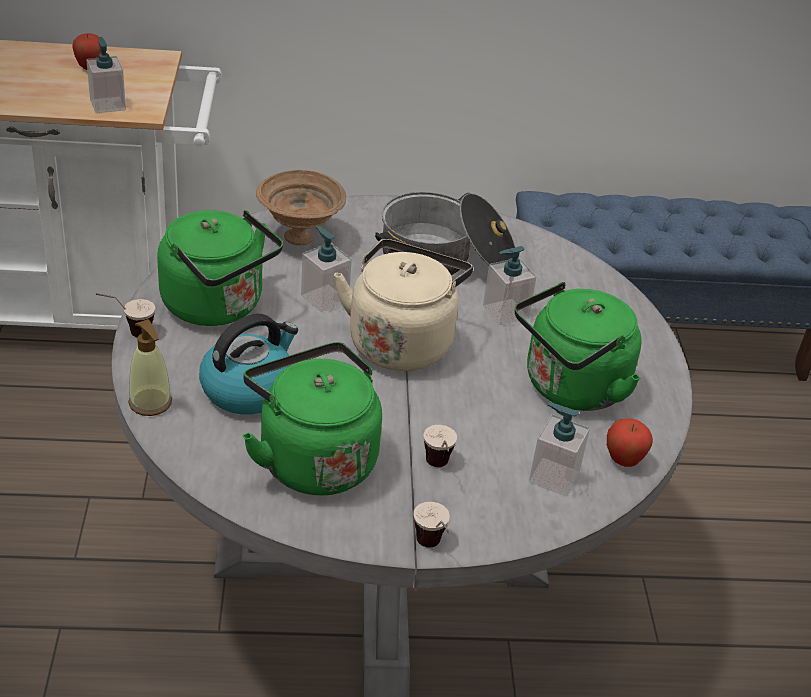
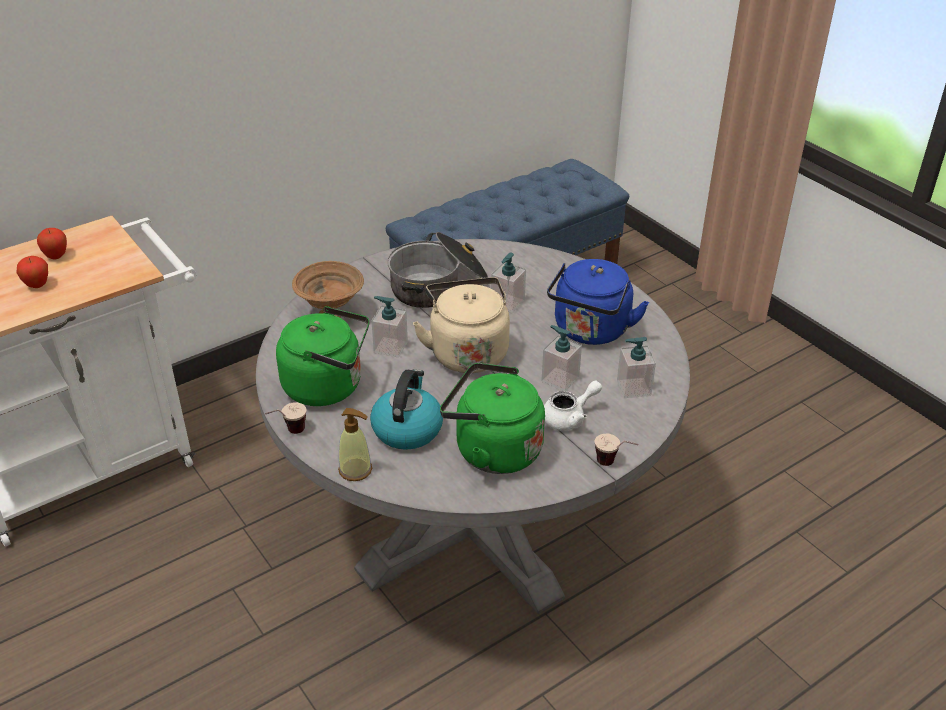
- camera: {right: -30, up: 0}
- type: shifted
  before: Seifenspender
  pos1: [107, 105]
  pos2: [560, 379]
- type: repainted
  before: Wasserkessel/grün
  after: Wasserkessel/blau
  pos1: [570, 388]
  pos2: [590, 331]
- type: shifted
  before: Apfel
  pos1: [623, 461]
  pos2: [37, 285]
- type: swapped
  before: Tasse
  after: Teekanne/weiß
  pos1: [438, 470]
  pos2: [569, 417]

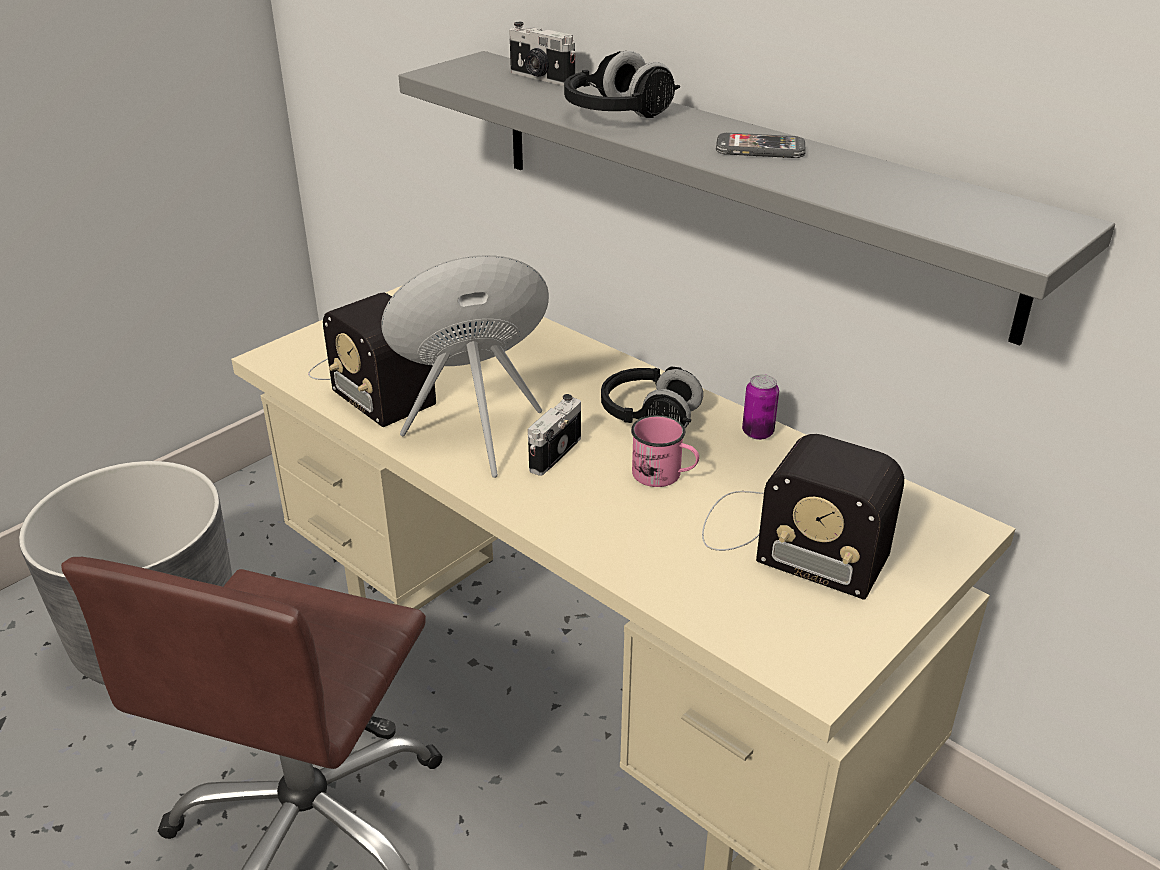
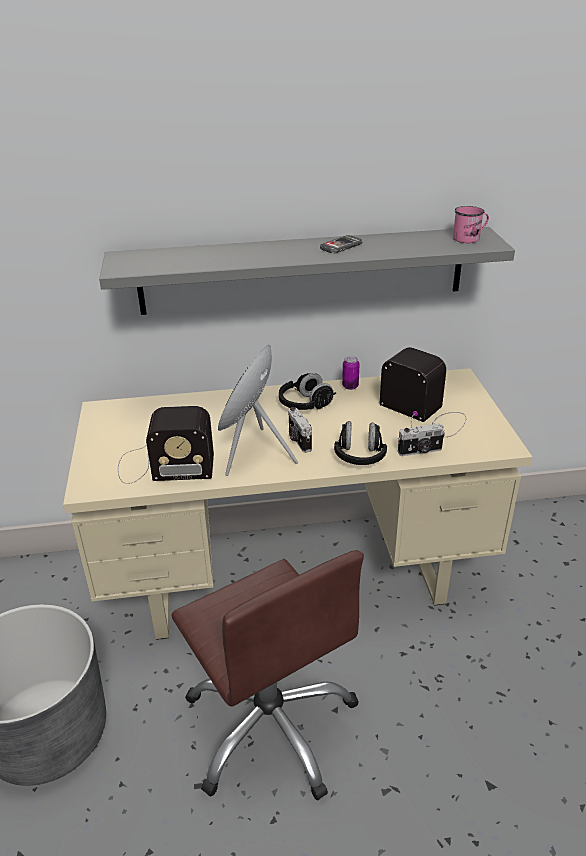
- camera: {right: -50, up: 0}
- type: shifted
  before: Kamera
  pos1: [540, 78]
  pos2: [420, 451]
- type: shifted
  before: Kopfhörer/schwarz
  pos1: [617, 115]
  pos2: [360, 456]
- type: shifted
  before: Henkelbecher/rosa
  pos1: [664, 475]
  pos2: [470, 238]
- type: rotated
  before: Radio
  pos1: [786, 539]
  pos2: [425, 414]
  turn: -120

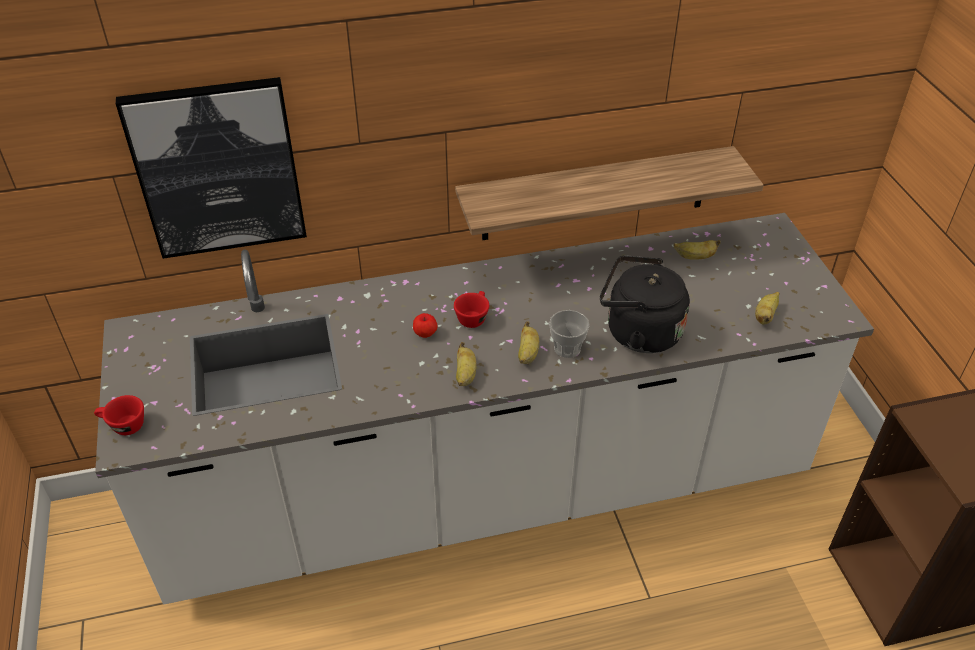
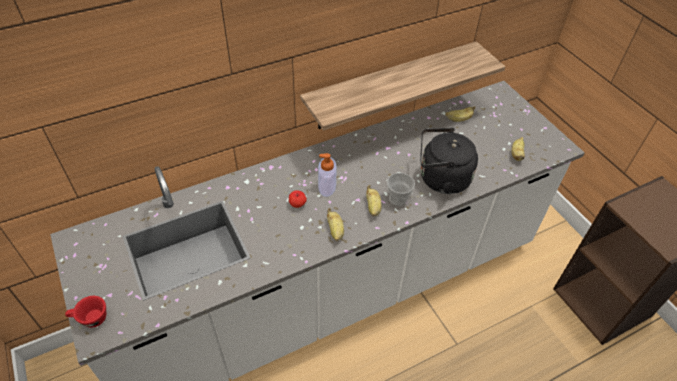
- camera: {right: -15, up: 5}
- type: gone
  before: Bild
  pos1: [218, 168]
- type: swapped
  before: Tasse/rot
  after: Seifenspender
  pos1: [473, 317]
  pos2: [327, 186]

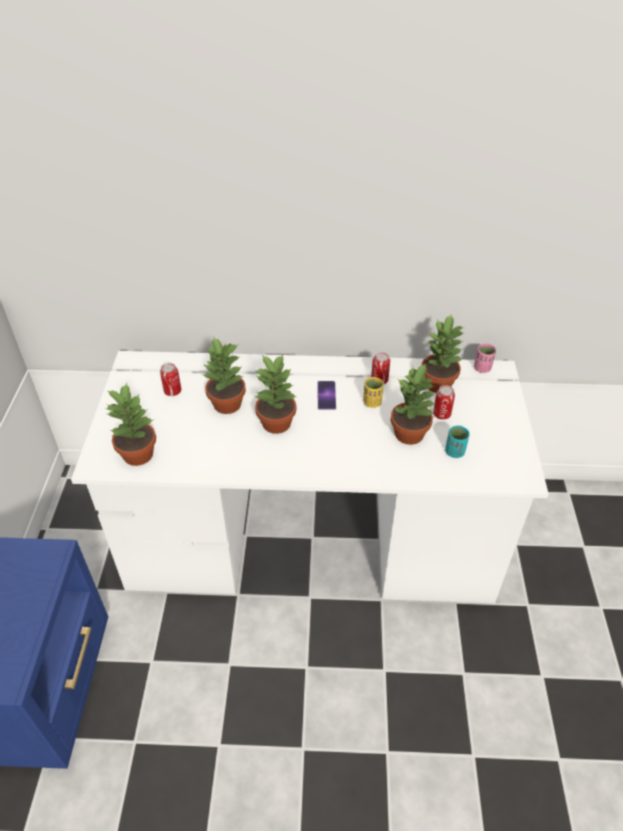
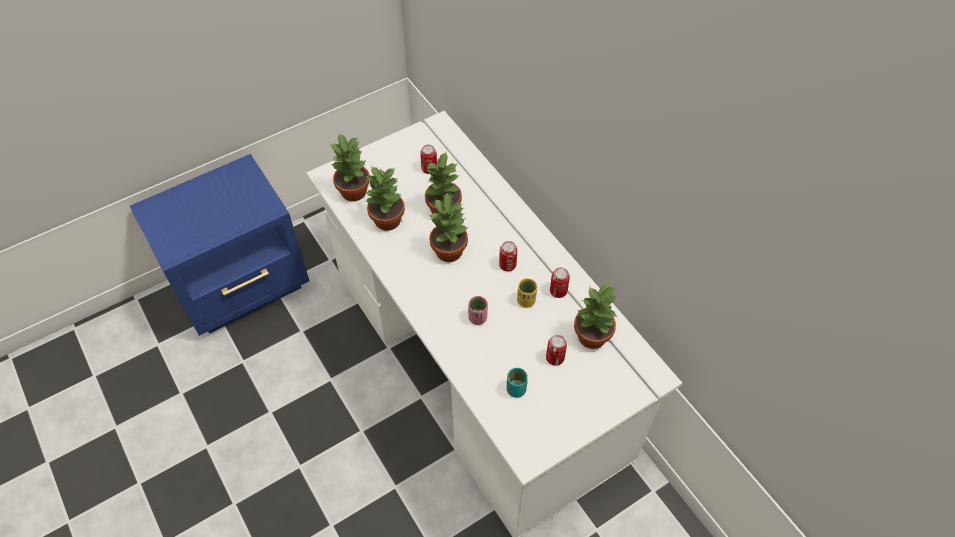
- camera: {right: 55, up: 10}
- type: shifted
  before: Tasse/rosa
  pos1: [482, 368]
  pos2: [477, 318]
- type: shifted
  before: Topfpflanze
  pos1: [410, 434]
  pos2: [388, 221]
- type: swapped
  before: Handy
  after: Dose
  pos1: [326, 395]
  pos2: [507, 265]

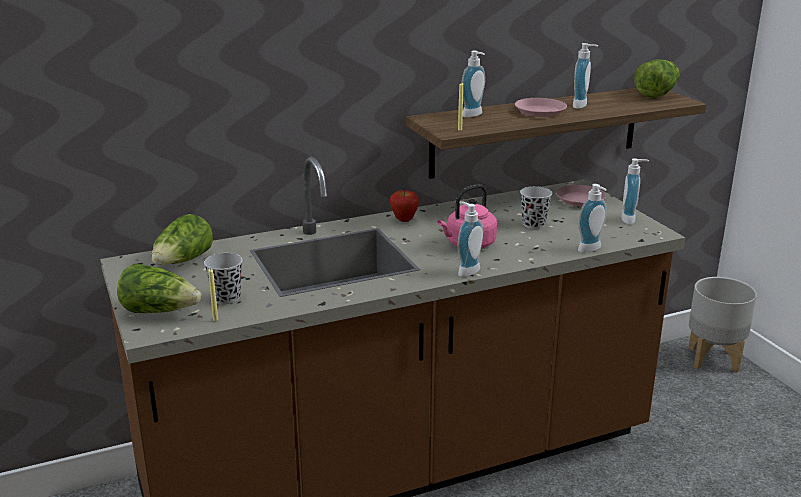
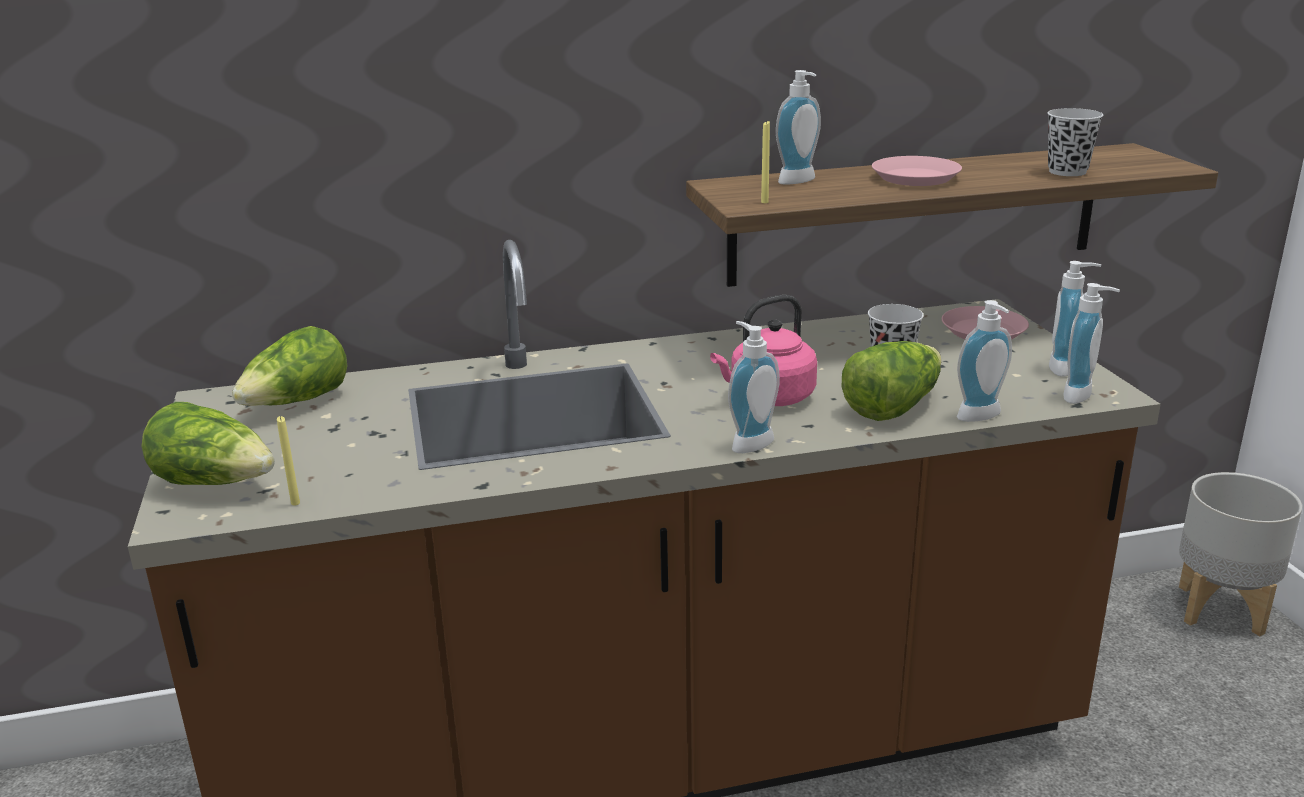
- camera: {right: 10, up: 0}
- type: shifted
  before: Seifenspender
  pos1: [582, 106]
  pos2: [1083, 396]
- type: shifted
  before: Salatkopf
  pos1: [656, 93]
  pos2: [892, 406]
- type: gone
  before: Apfel
  pos1: [404, 220]
- type: shifted
  before: Tasse/schwarz
  pos1: [226, 298]
  pos2: [1067, 172]

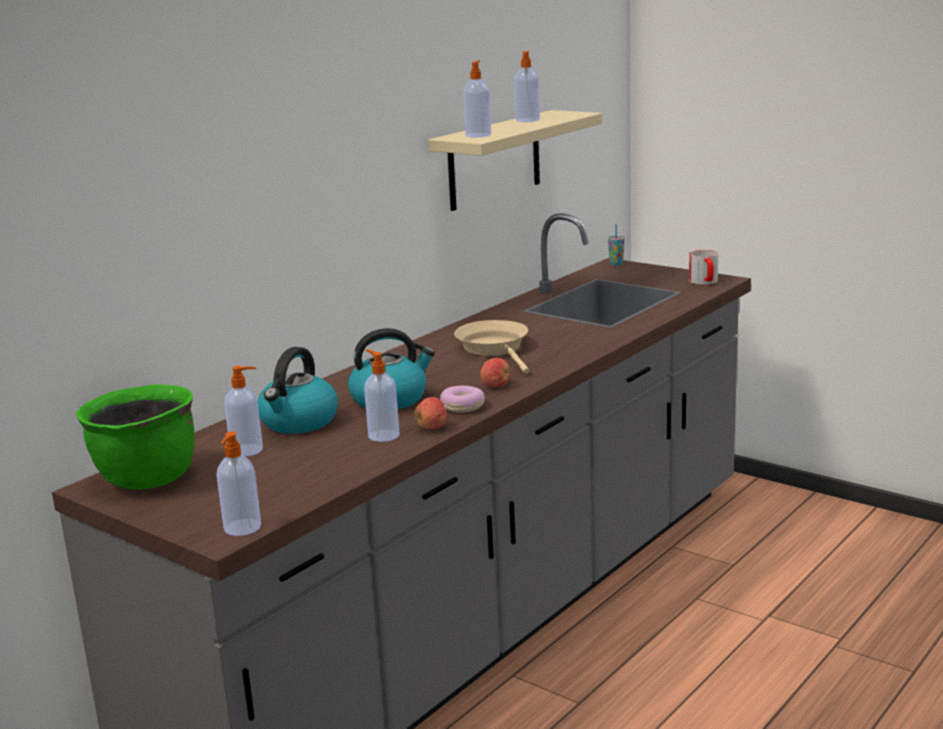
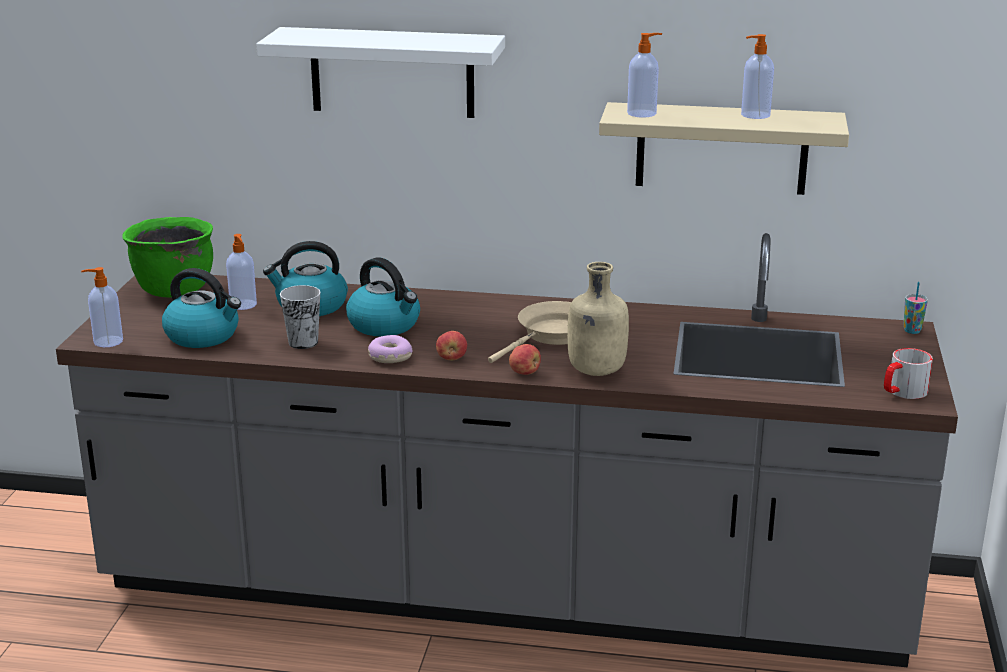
- camera: {right: 60, up: 5}
- type: swapped
  before: Seifenspender
  after: Tasse
  pos1: [383, 435]
  pos2: [303, 342]
- type: shifted
  before: Apfel
  pos1: [432, 428]
  pos2: [525, 372]
- type: new
  after: Wandregal/weiß
  pos2: [392, 72]
- type: new
  after: Flasche/beige
  pos2: [595, 371]
- type: new
  after: Wasserkessel
  pos2: [203, 336]

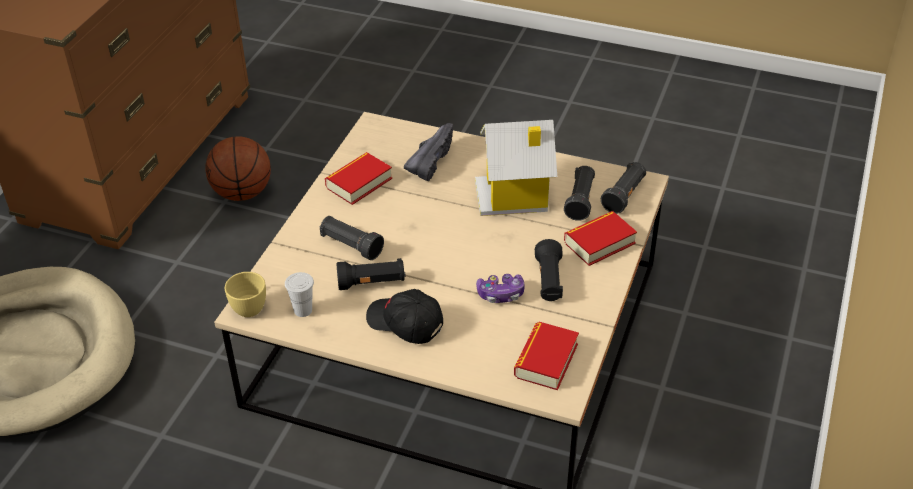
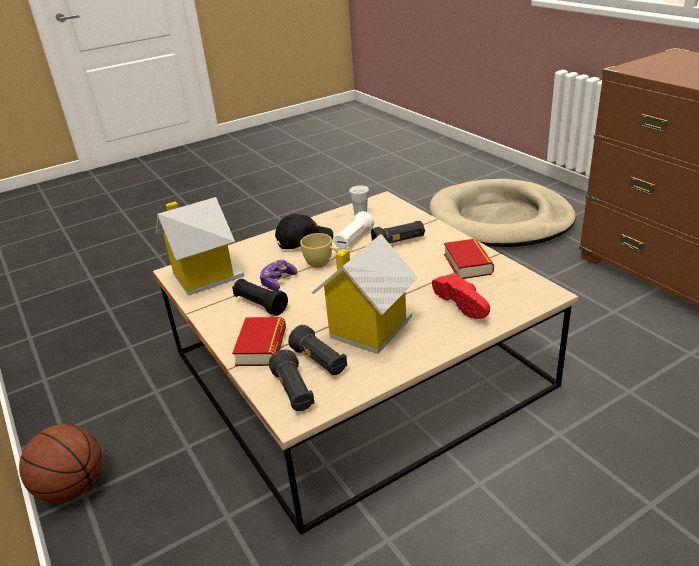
- camera: {right: 130, up: -10}
- type: repainted
  before: Schuh/schwarz
  after: Schuh/rot
  pos1: [429, 160]
  pos2: [465, 304]
- type: shifted
  before: Basketball
  pos1: [242, 193]
  pos2: [72, 488]
- type: repainted
  before: Taschenlampe/schwarz
  after: Taschenlampe/weiß
  pos1: [372, 283]
  pos2: [353, 240]
- type: shifted
  before: Tasse/gelb
  pos1: [248, 306]
  pos2: [322, 264]
- type: swapped
  before: Buch
  after: Spielzeughaus
  pos1: [546, 360]
  pos2: [204, 276]

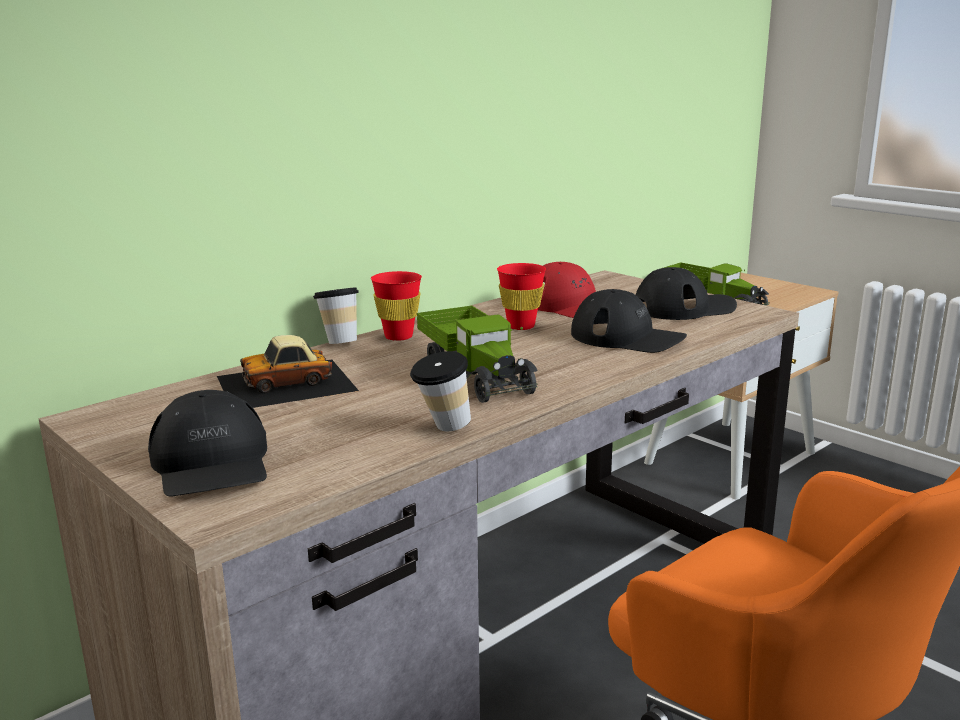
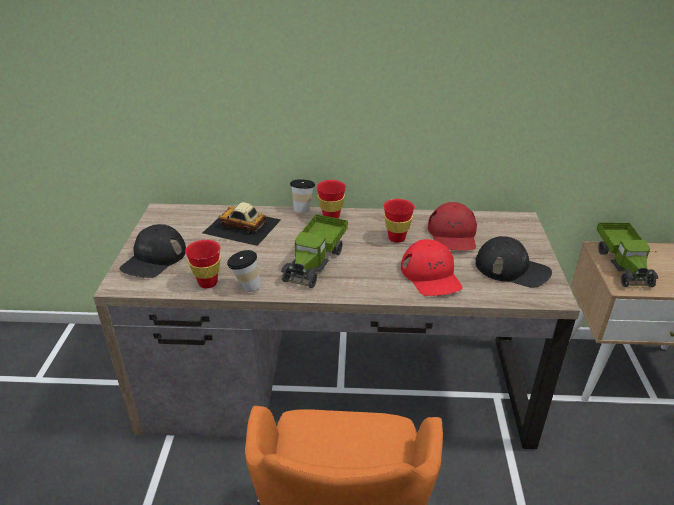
- camera: {right: 45, up: 15}
- type: repainted
  before: Kappe/schwarz
  after: Kappe/rot
  pos1: [627, 338]
  pos2: [431, 275]
- type: new
  after: Tasse/rot
  pos2: [208, 283]

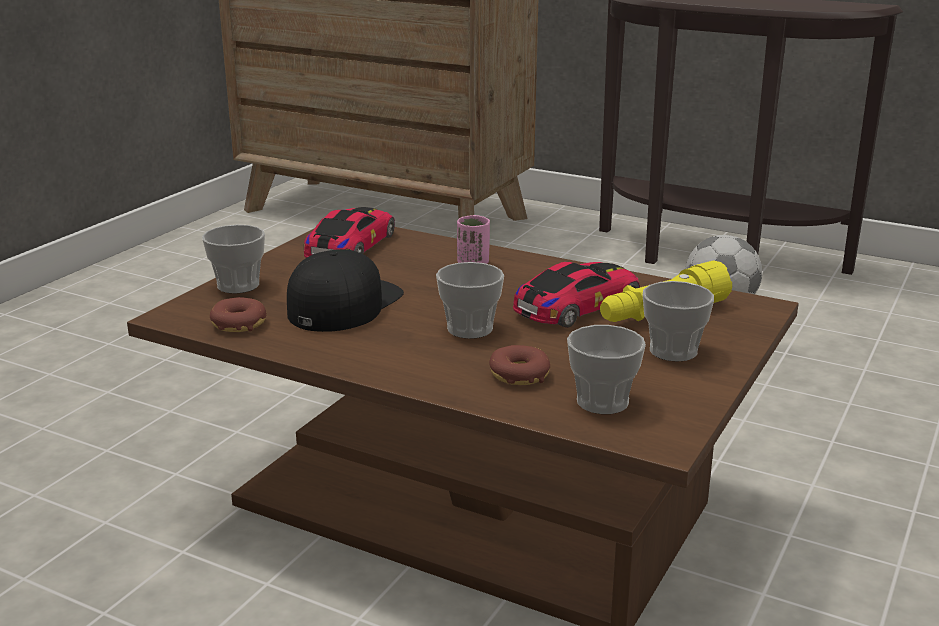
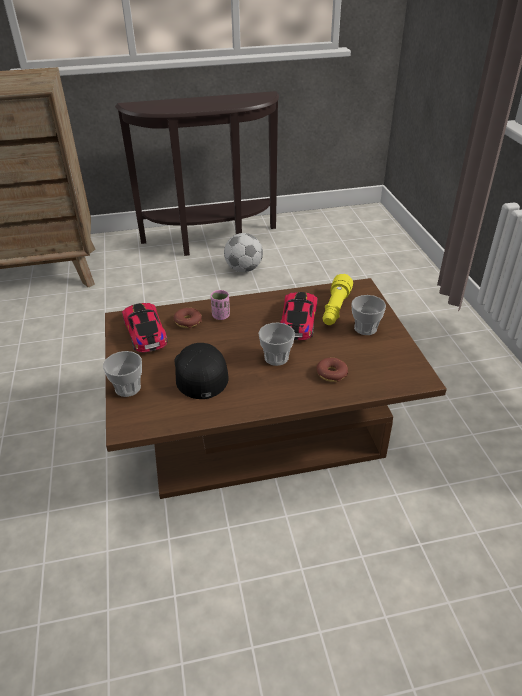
- camera: {right: -40, up: 15}
- type: shifted
  before: Donut
  pos1: [238, 324]
  pos2: [188, 321]
- type: gone
  before: Tasse
  pos1: [602, 401]

